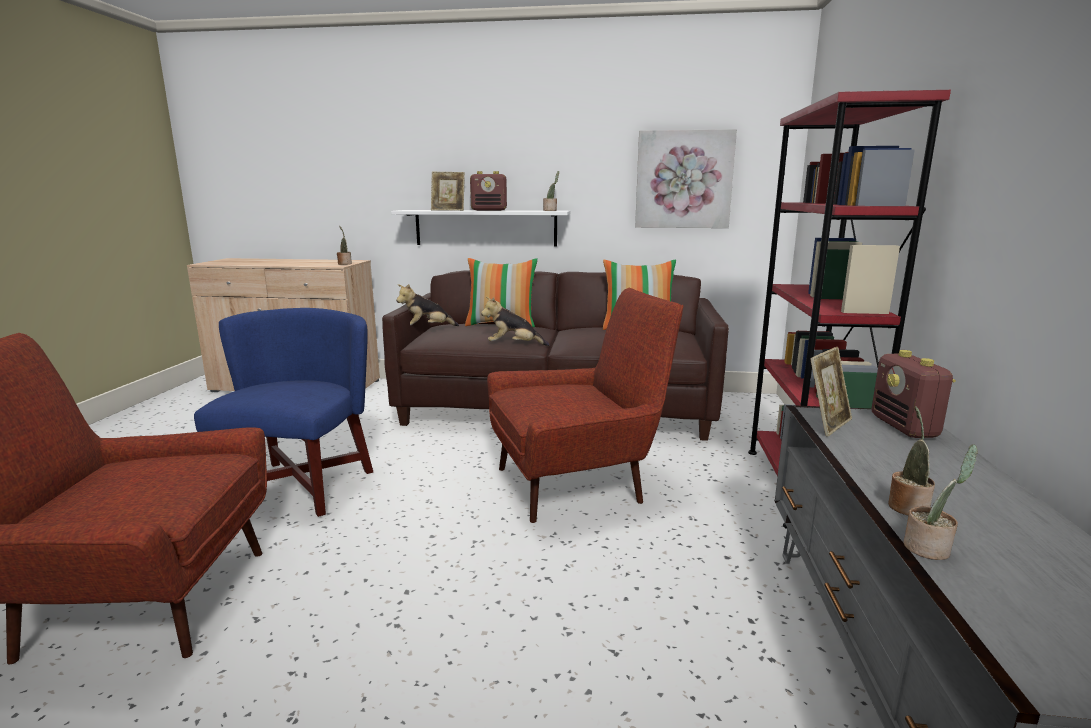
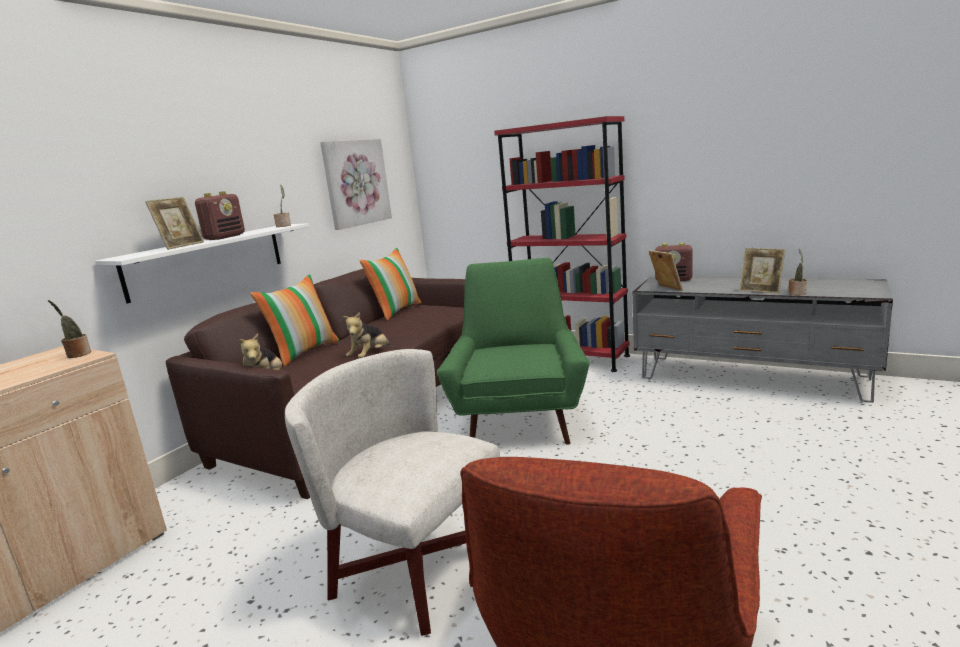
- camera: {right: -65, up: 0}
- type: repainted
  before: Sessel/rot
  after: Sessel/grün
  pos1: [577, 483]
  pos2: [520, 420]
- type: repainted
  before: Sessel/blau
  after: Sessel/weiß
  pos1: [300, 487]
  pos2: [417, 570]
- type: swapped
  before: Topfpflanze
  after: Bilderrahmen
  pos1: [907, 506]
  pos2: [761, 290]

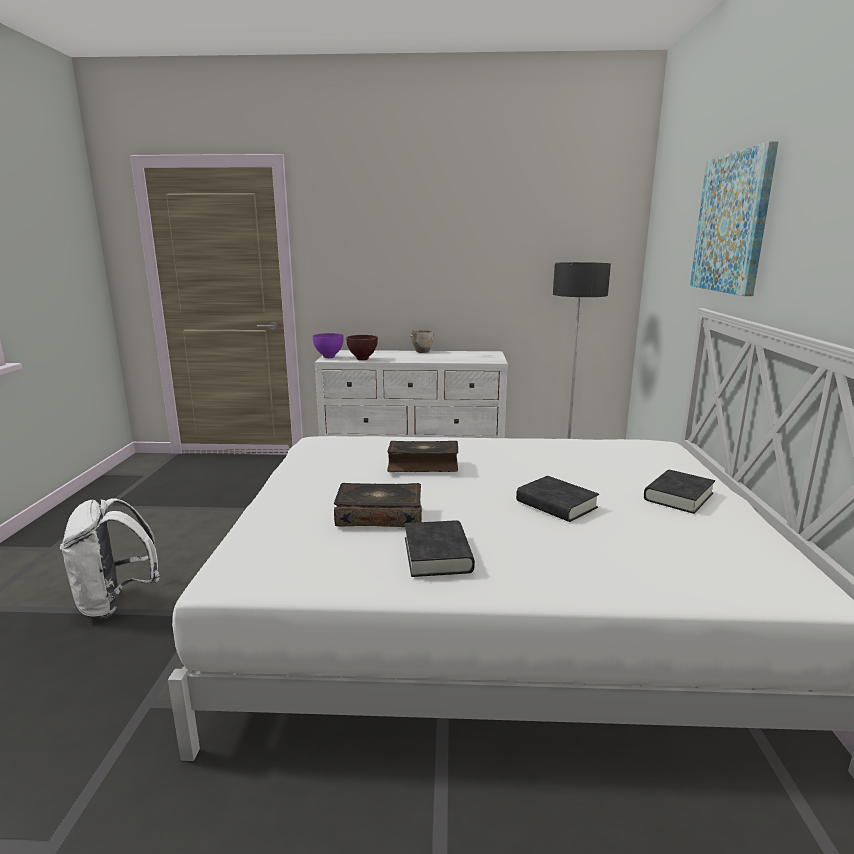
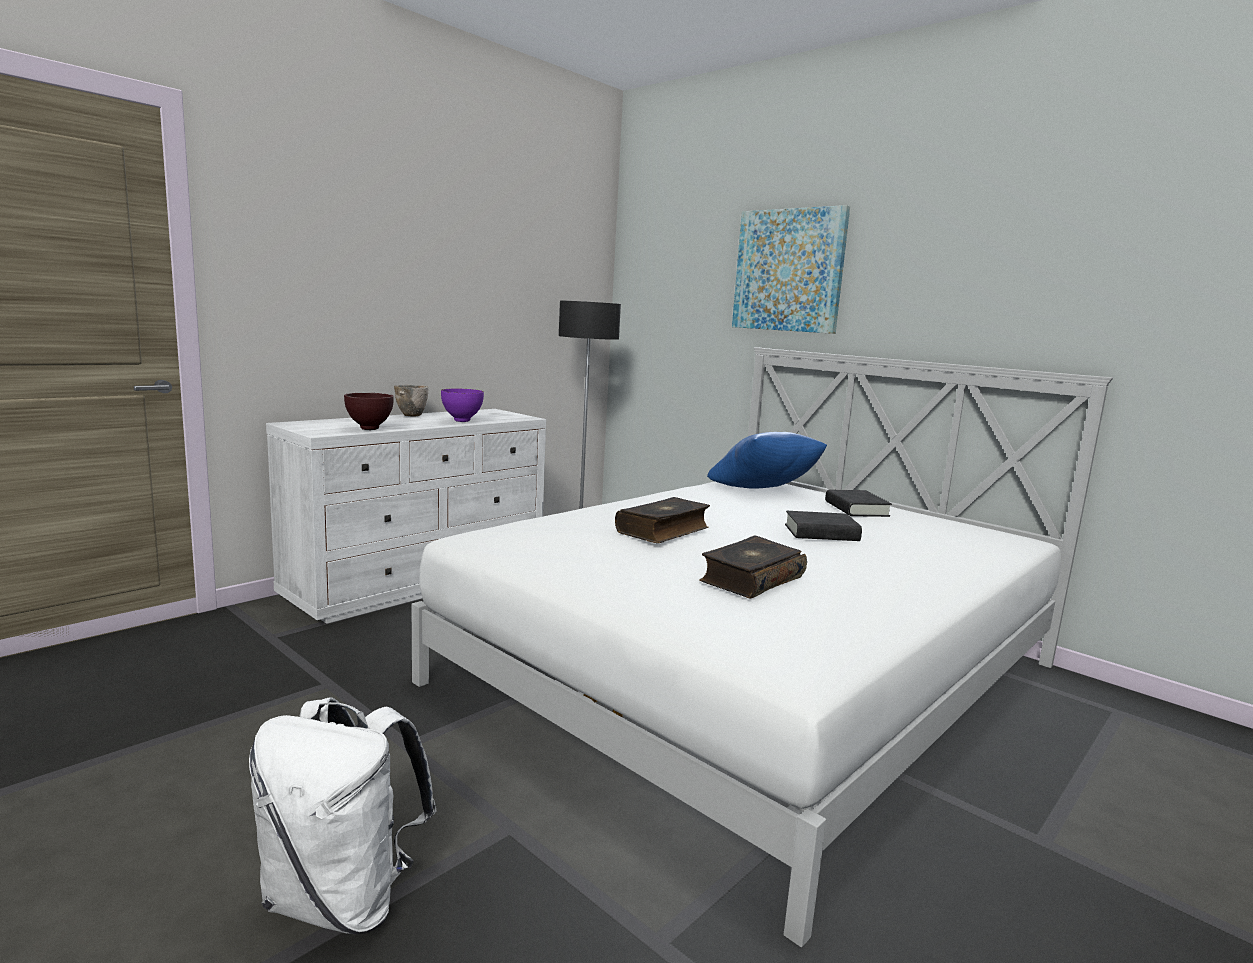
- camera: {right: -50, up: -5}
- type: shifted
  before: Schüssel/lila
  pos1: [329, 357]
  pos2: [463, 421]
- type: gone
  before: Buch/schwarz
  pos1: [437, 555]
- type: new
  after: Kissen/blau
  pos2: [764, 492]

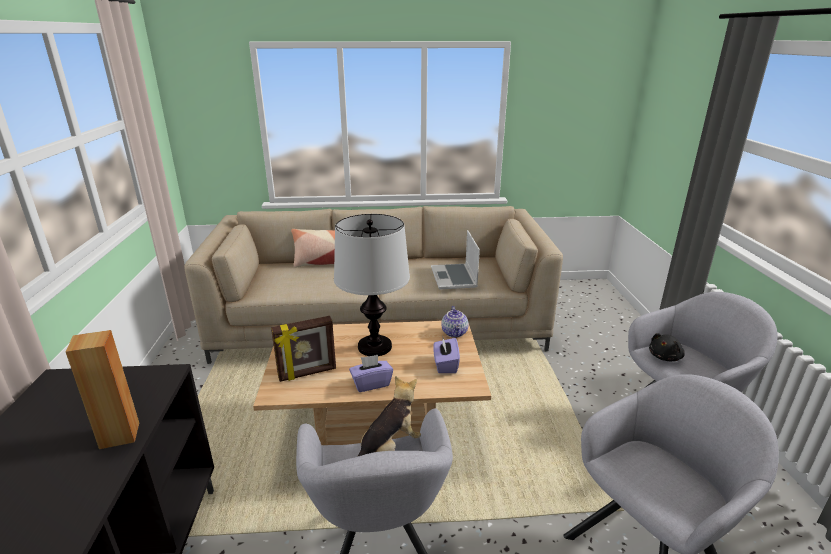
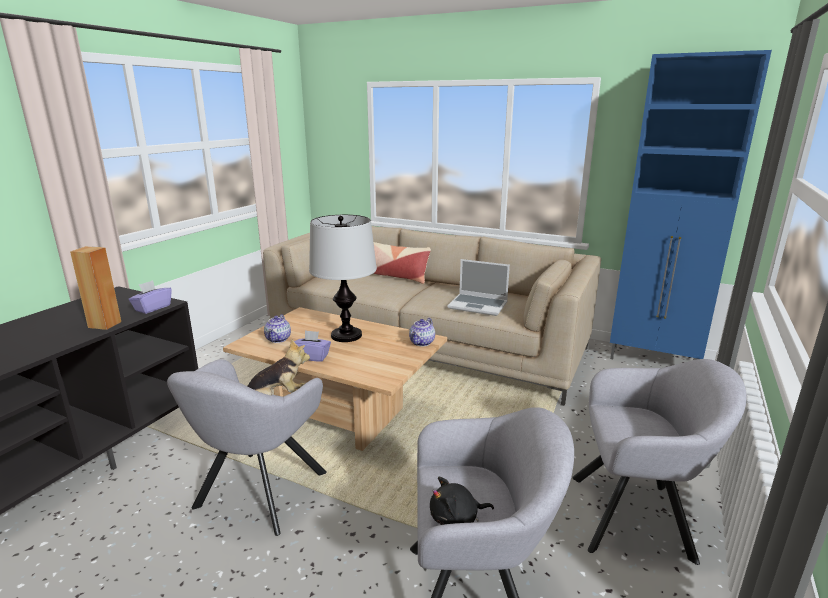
- camera: {right: 30, up: -5}
- type: rotated
  before: Laptop
  pos1: [454, 278]
  pos2: [478, 305]
  turn: -90
- type: swapped
  before: Bilderrahmen
  after: Teekanne
  pos1: [307, 373]
  pos2: [278, 339]
- type: shifted
  before: Plüschtier/schwarz
  pos1: [665, 357]
  pos2: [457, 519]
- type: shifted
  before: Taschentuchbox/lila
  pos1: [445, 364]
  pos2: [152, 308]
- type: new
  after: Schrank/blau
  pos2: [654, 360]

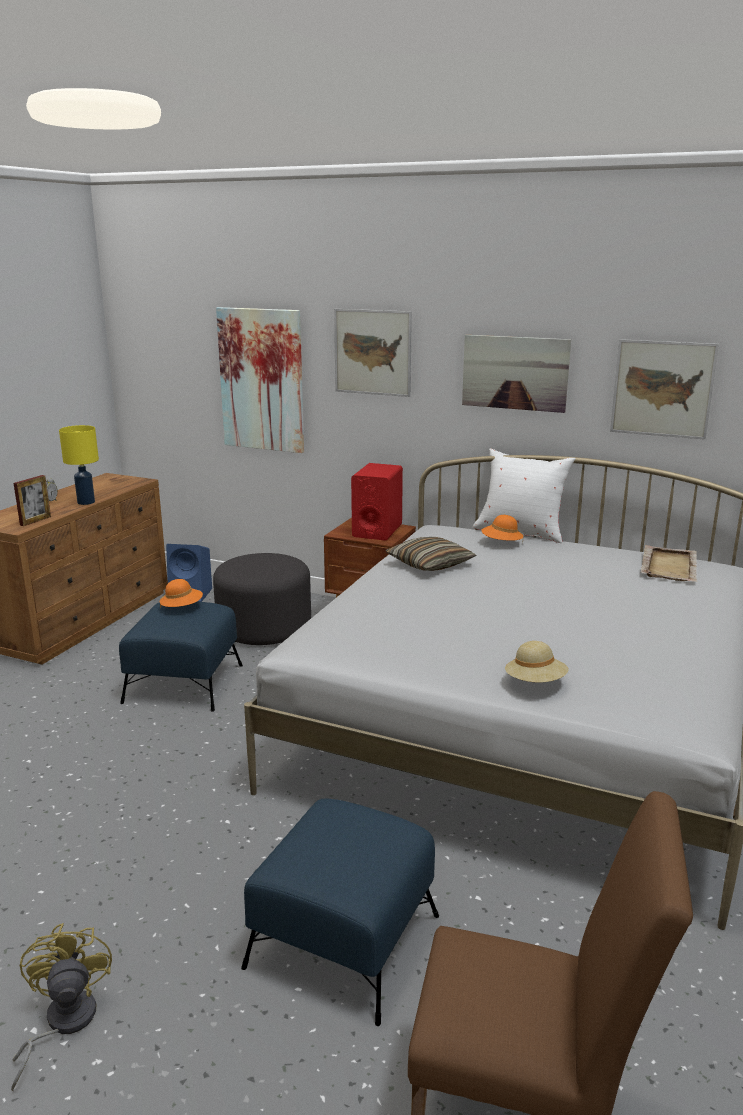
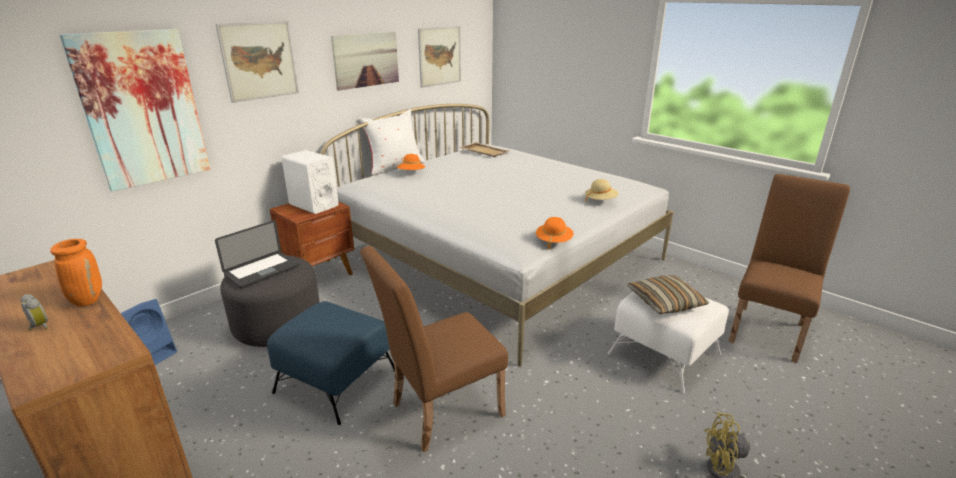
- camera: {right: -70, up: 5}
- type: swapped
  before: Tischlampe/gelb
  after: Vase/orange
  pos1: [86, 502]
  pos2: [87, 300]
- type: repainted
  before: Lautsprecher/rot
  after: Lautsprecher/weiß
  pos1: [377, 530]
  pos2: [313, 205]
- type: gone
  before: Bilderrahmen
  pos1: [35, 521]
- type: shifted
  before: Kissen
  pos1: [430, 564]
  pos2: [665, 302]
- type: shifted
  before: Hut/orange
  pos1: [182, 608]
  pos2: [553, 241]
- type: repainted
  before: Polsterhocker/blau
  after: Polsterhocker/weiß
  pos1: [342, 941]
  pos2: [664, 354]
- type: new
  after: Laptop
  pos2: [262, 271]
- type: new
  after: Stuhl/braun
  pos2: [439, 412]

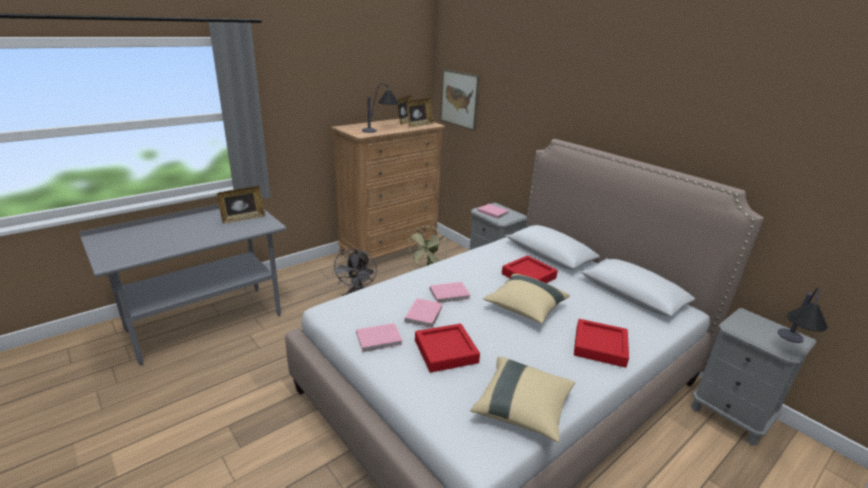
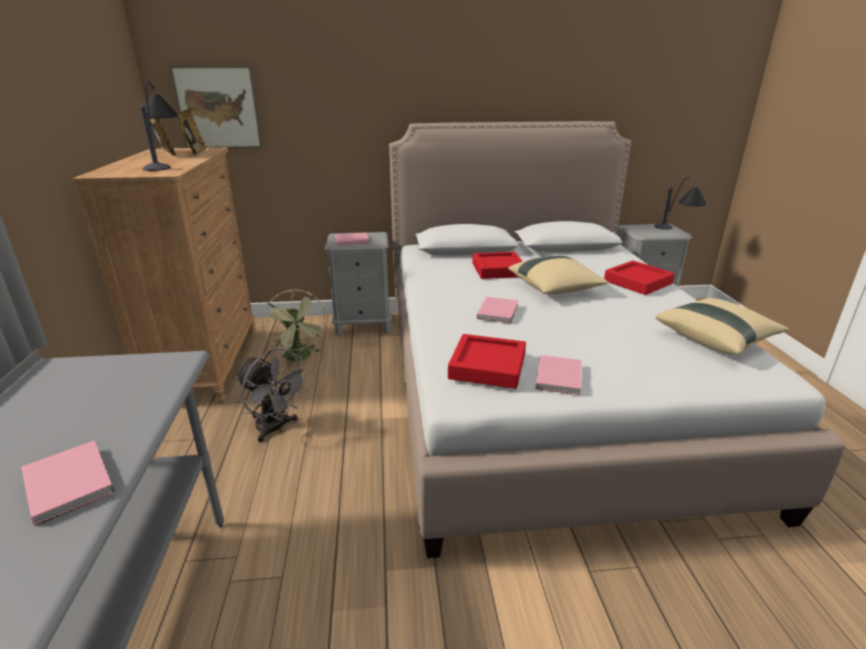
- camera: {right: -55, up: 0}
- type: gone
  before: Bilderrahmen
  pos1: [243, 218]
- type: shifted
  before: Buch/rosa
  pos1: [425, 313]
  pos2: [70, 481]
- type: shifted
  before: Tablett/rot
  pos1: [446, 351]
  pos2: [487, 366]

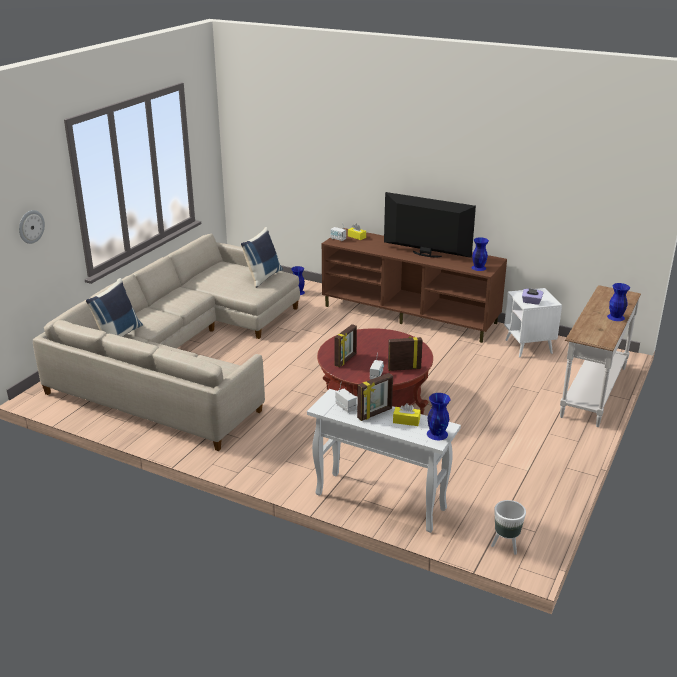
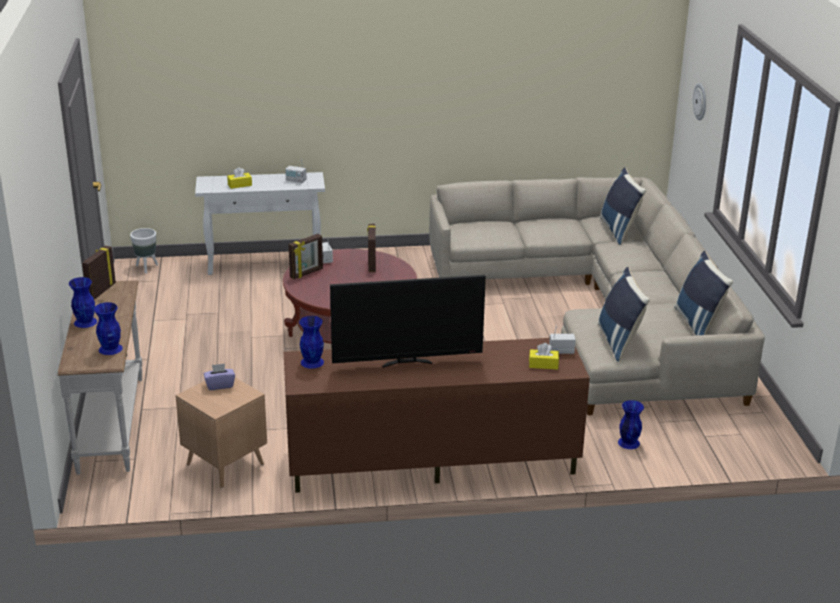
- camera: {right: 145, up: 0}
- type: repainted
  before: Beistelltisch/weiß
  after: Beistelltisch/braun
  pos1: [528, 346]
  pos2: [225, 465]
- type: shifted
  before: Bilderrahmen
  pos1: [375, 414]
  pos2: [100, 291]
- type: shifted
  before: Vase/blau
  pos1: [437, 434]
  pos2: [110, 349]
- type: new
  after: Kissen/blau
  pos2: [698, 324]

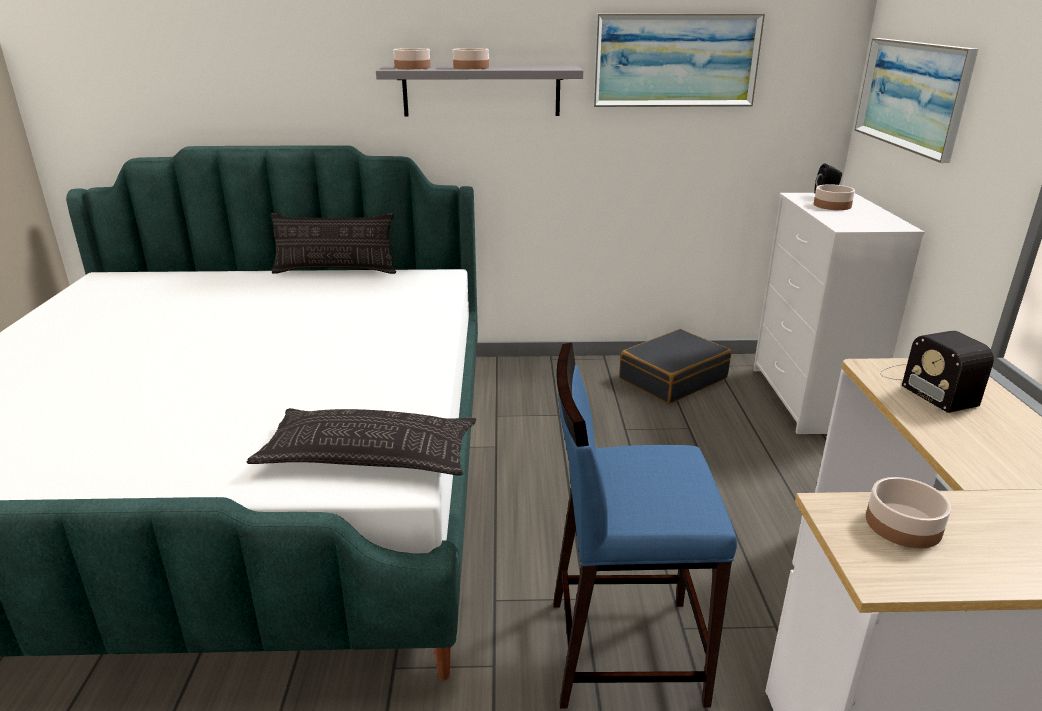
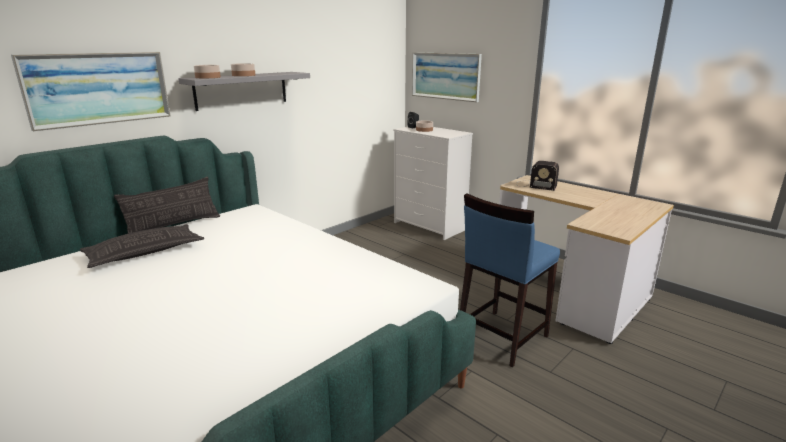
- camera: {right: -45, up: -5}
- type: shifted
  before: Bild
  pos1: [675, 60]
  pos2: [98, 88]
- type: gone
  before: Koffer/schwarz
  pos1: [672, 378]
- type: shifted
  before: Kissen
  pos1: [369, 455]
  pos2: [145, 252]
- type: gone
  before: Schüssel
  pos1: [903, 524]

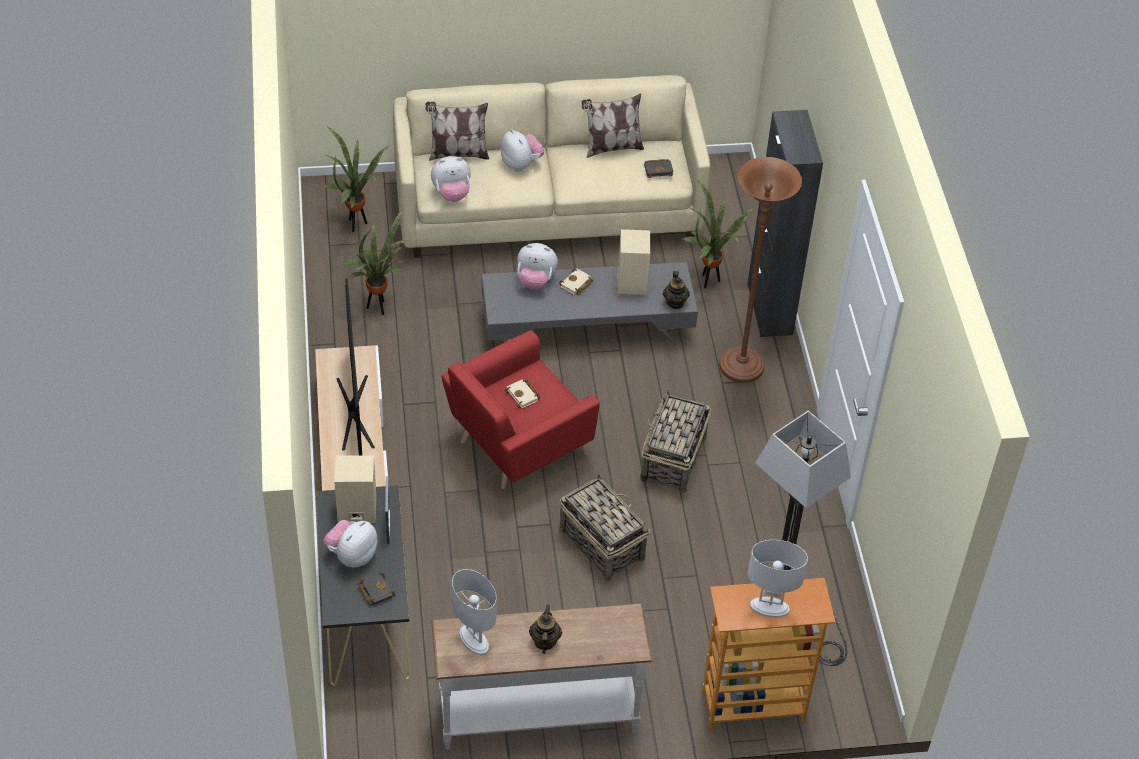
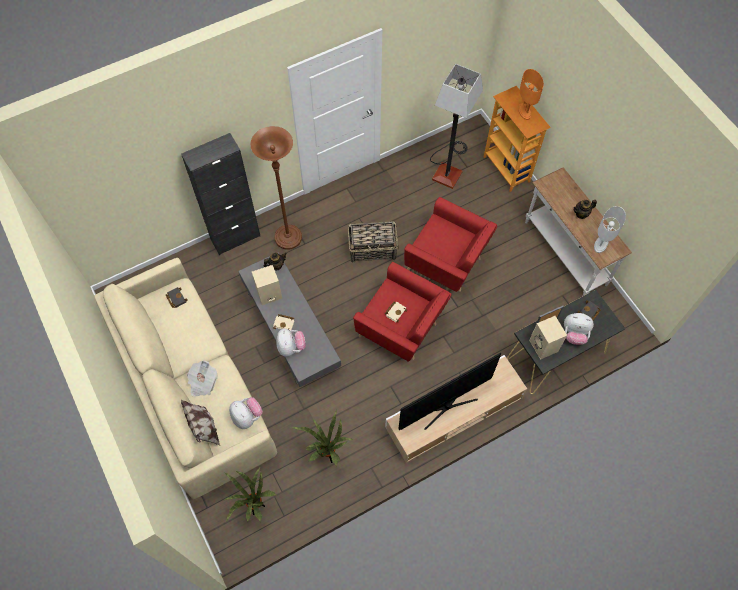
- camera: {right: -110, up: 15}
- type: gone
  before: Kissen
  pos1: [611, 147]
- type: swapped
  before: Plüschtier
  after: Zeitung
  pos1: [521, 164]
  pos2: [202, 382]
- type: gone
  before: Topfpflanze
  pos1: [709, 280]
- type: swapped
  before: Korb
  after: Sessel/rot
  pos1: [601, 543]
  pos2: [447, 263]
- type: repainted
  before: Tischlampe/weiß
  after: Tischlampe/orange
  pos1: [769, 607]
  pos2: [524, 111]

